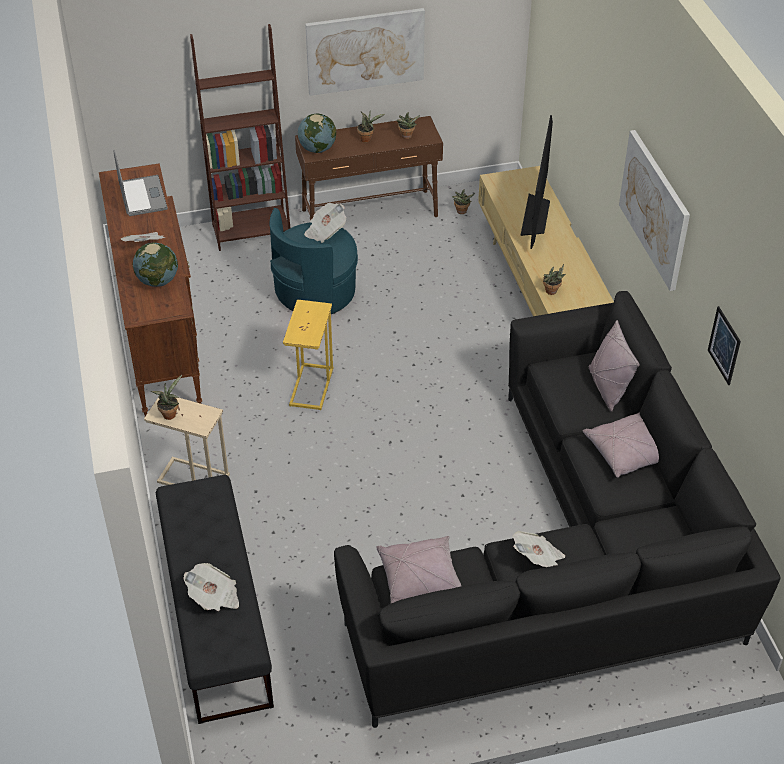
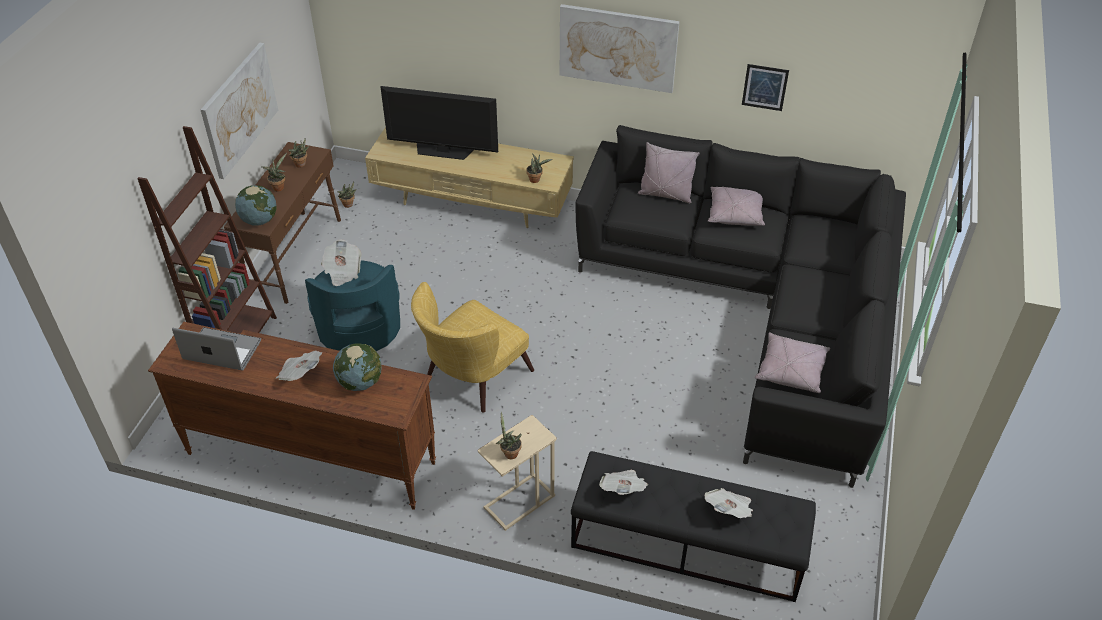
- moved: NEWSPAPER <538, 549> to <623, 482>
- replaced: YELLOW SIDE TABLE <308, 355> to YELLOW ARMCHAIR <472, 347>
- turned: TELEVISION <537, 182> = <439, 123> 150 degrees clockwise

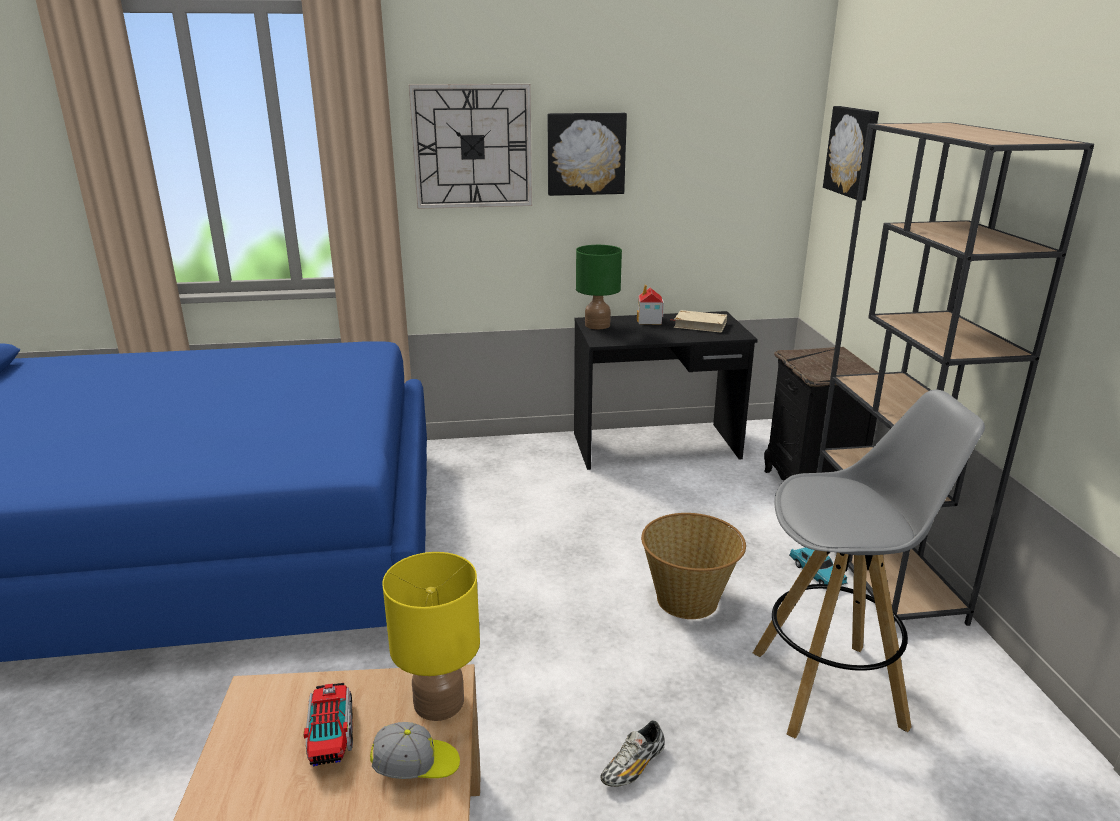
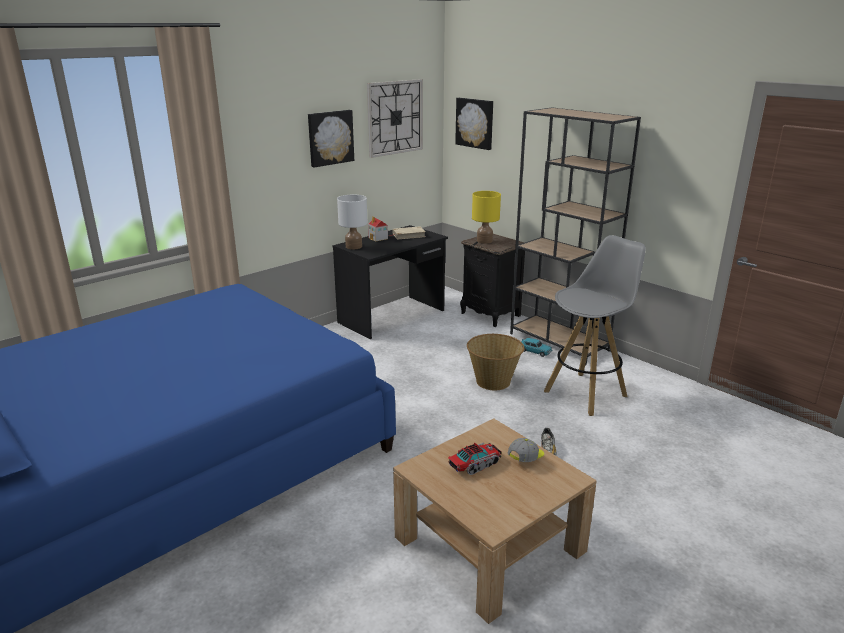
- moved: YELLOW TABLE LAMP <431, 636> to <486, 217>
- moved: WALL CLOCK <470, 146> to <395, 118>
- recoloured: GREEN TABLE LAMP <599, 287> to WHITE TABLE LAMP <352, 222>
- turned: TOY TRUCK <328, 724> = <475, 459> 105 degrees clockwise

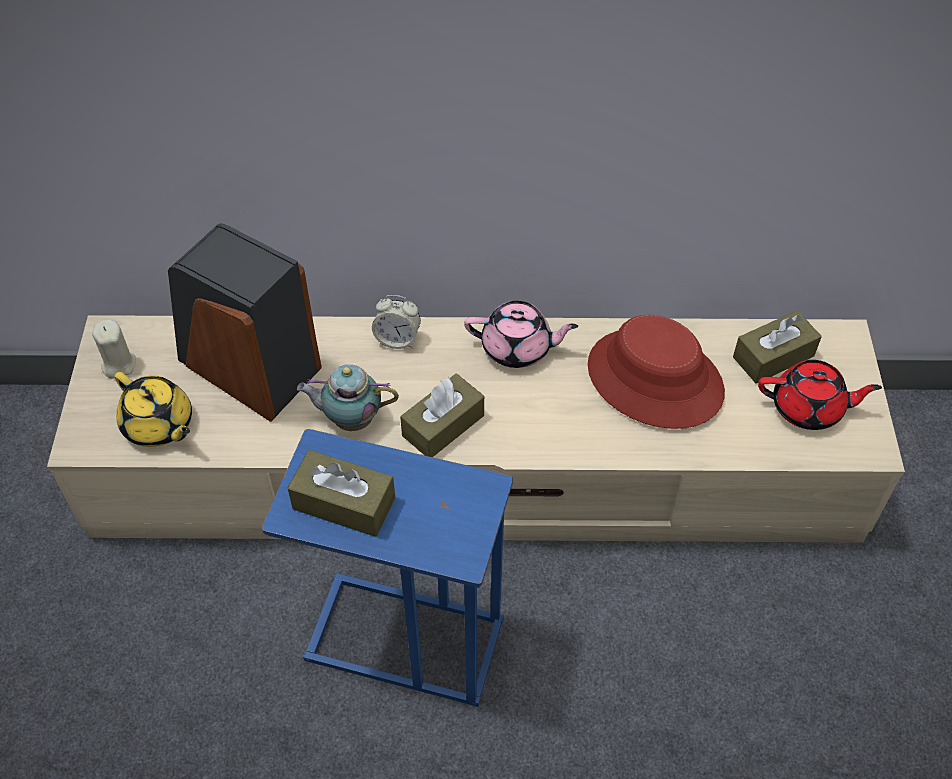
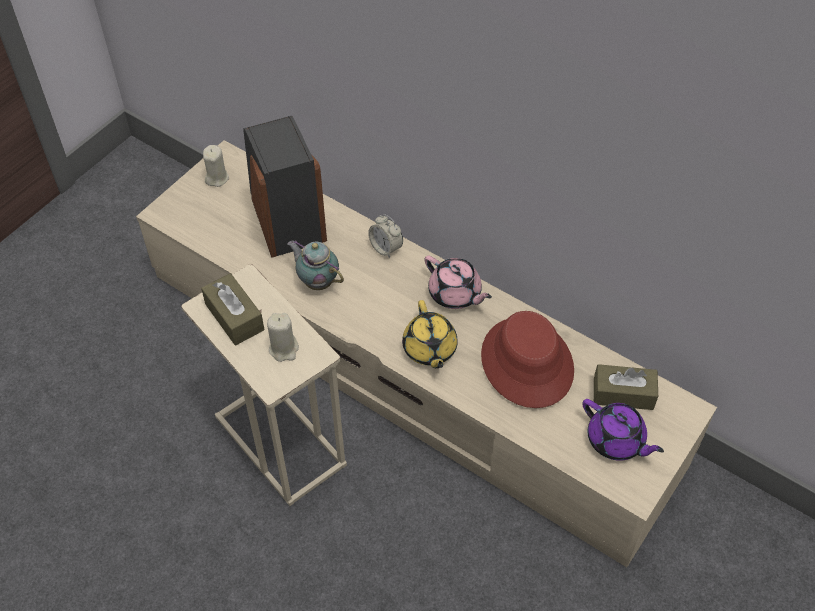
- removed: BROWN TISSUE BOX <442, 415>
- added: BEIGE CANDLE <283, 337>
- moved: YELLOW TEAPOT <153, 409> to <430, 334>
- recoloured: BLUE SIDE TABLE <387, 568> to BEIGE SIDE TABLE <264, 385>
- recoloured: RED TEAPOT <820, 395> to PURPLE TEAPOT <623, 430>

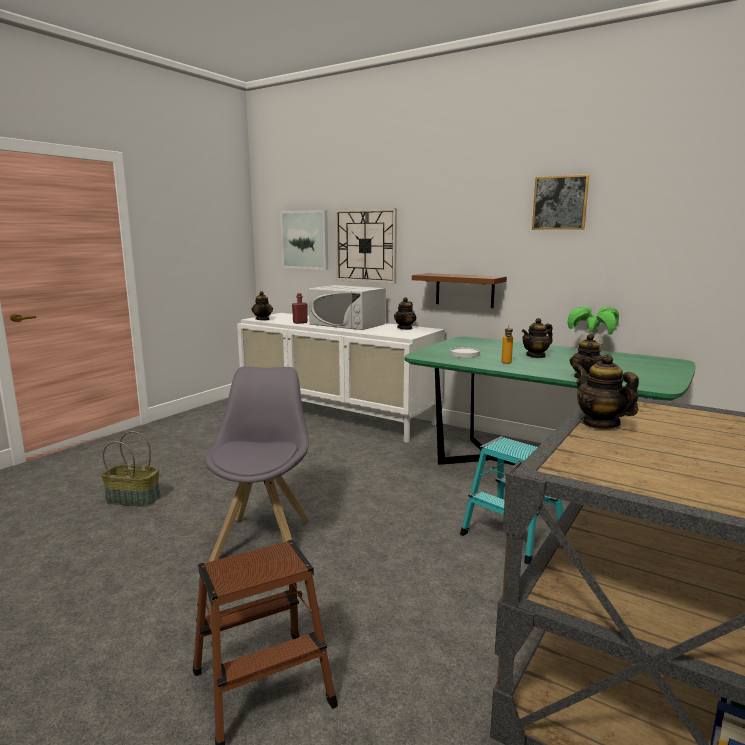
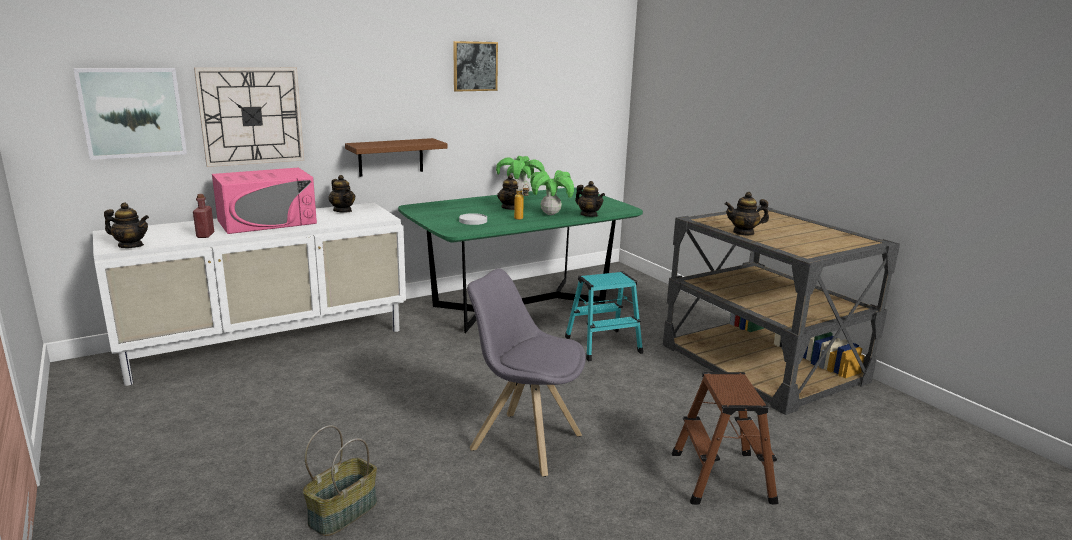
- added: POTTED PLANT <552, 192>
- recoloured: WHITE MICROWAVE <347, 307> to PINK MICROWAVE <264, 200>

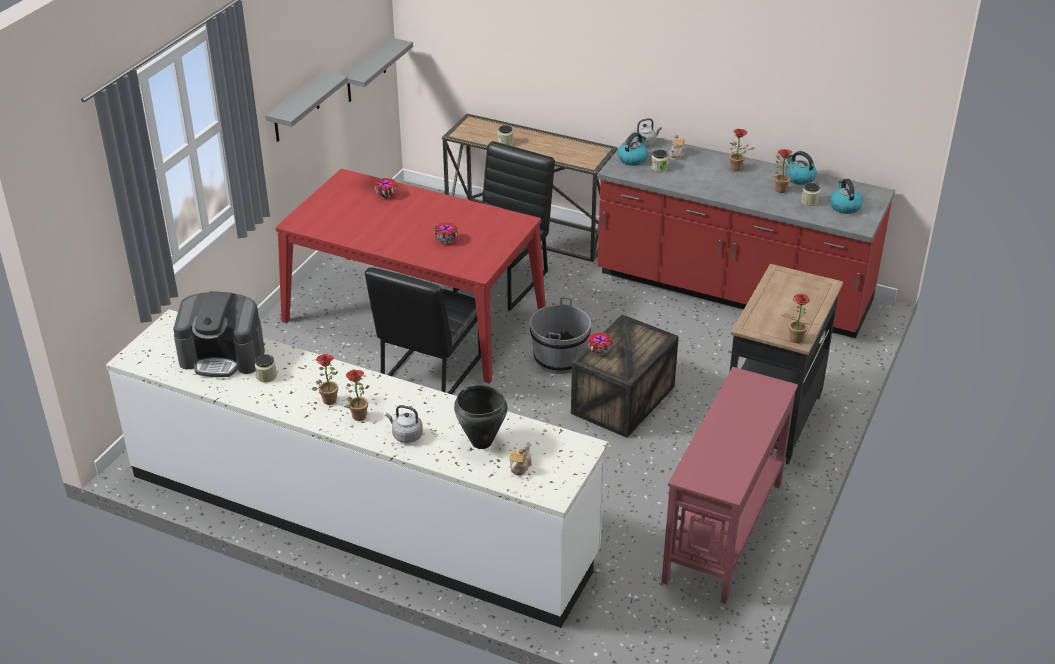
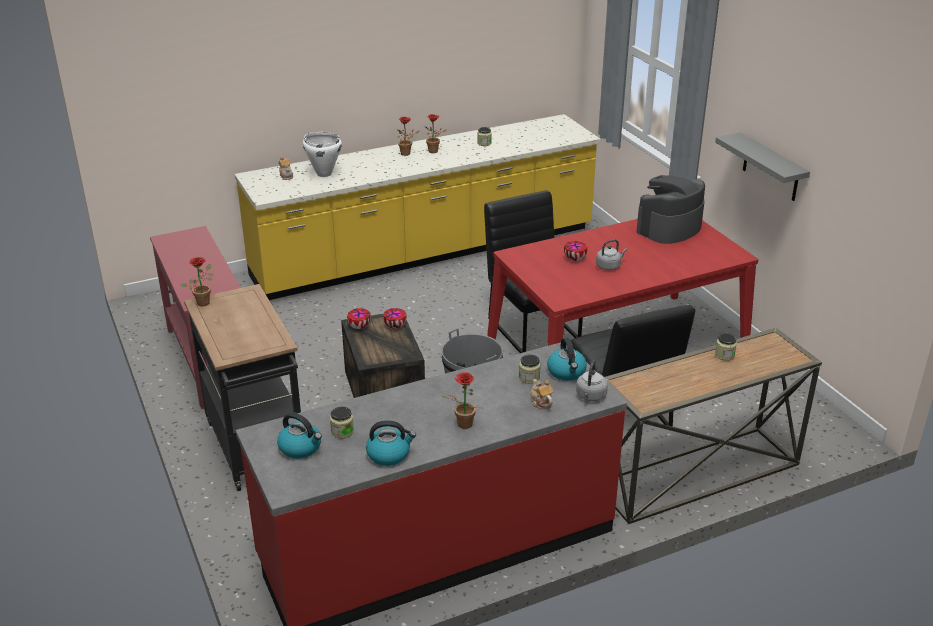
- removed: GREY SHELF <377, 69>
- removed: POTTED PLANT <784, 171>
- moved: COFFEE MACHINE <219, 334> to <670, 209>
- moved: BOWL <385, 188> to <359, 318>
- moved: GREY KETTLE <404, 424> to <611, 254>
- recoloured: WHITE COUNTER <357, 468> to YELLOW COUNTER <417, 207>
- recoloured: BLACK COOKING POT <481, 417> to WHITE COOKING POT <322, 154>

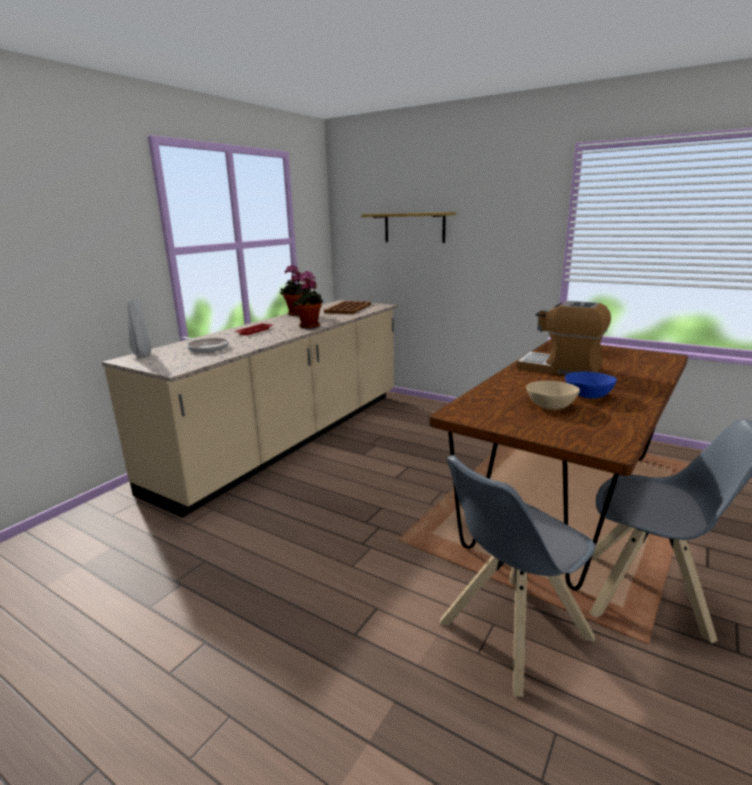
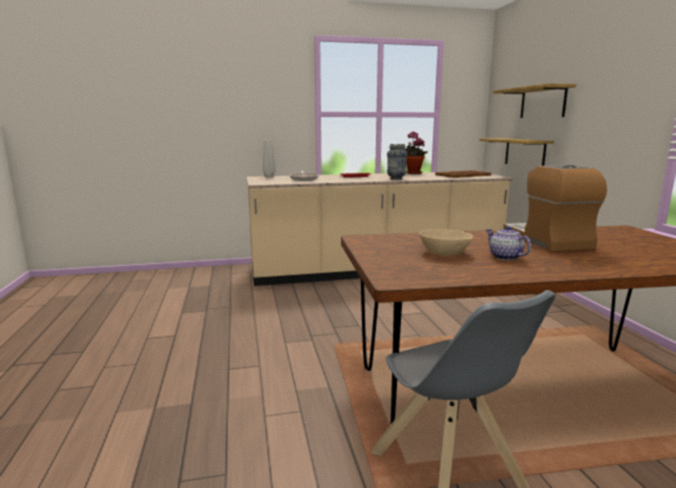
- removed: GREY CHAIR <517, 576>
- added: SHELF <516, 152>
- replaced: POTTED PLANT <308, 300> to VASE <397, 162>
- replaced: BLUE BOWL <591, 385> to TEAPOT <508, 243>

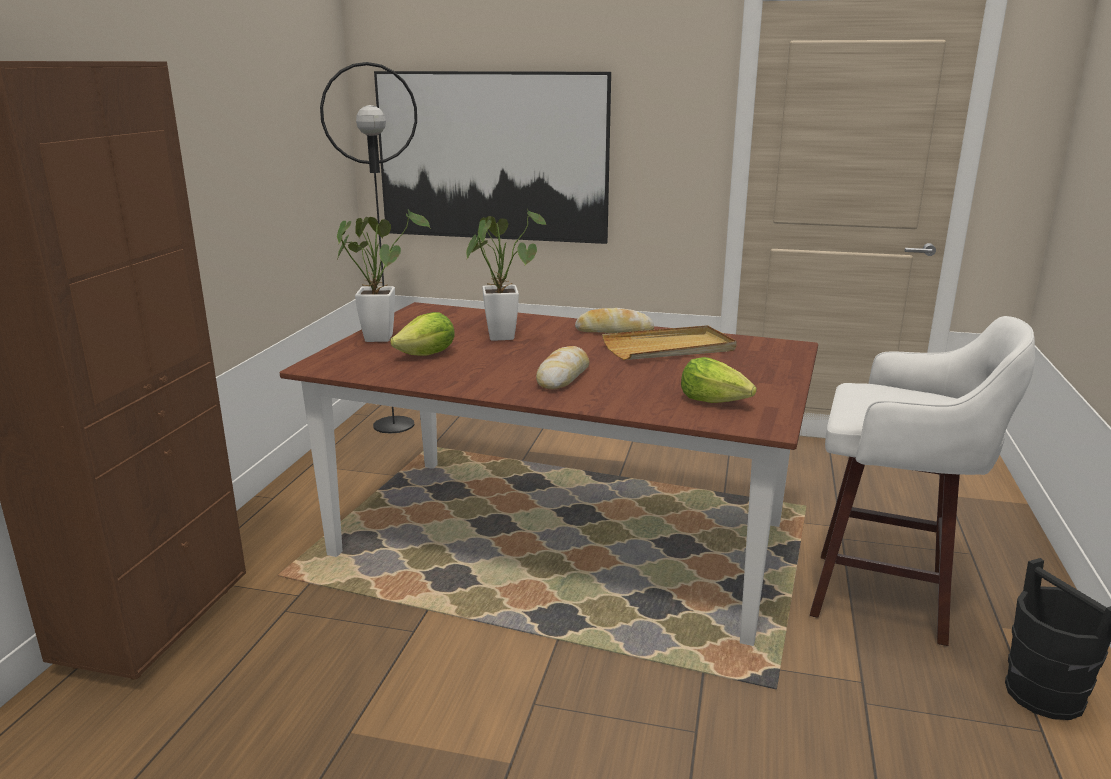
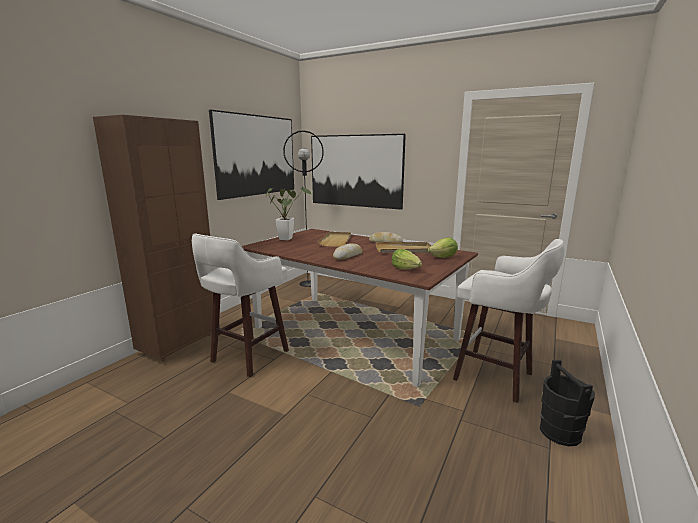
- added: WHITE STOOL <240, 305>
- added: PICTURE <251, 155>
- moved: LETTUCE <422, 333> to <443, 247>
- replaced: POTTED PLANT <506, 275> to BEIGE TRAY <334, 239>

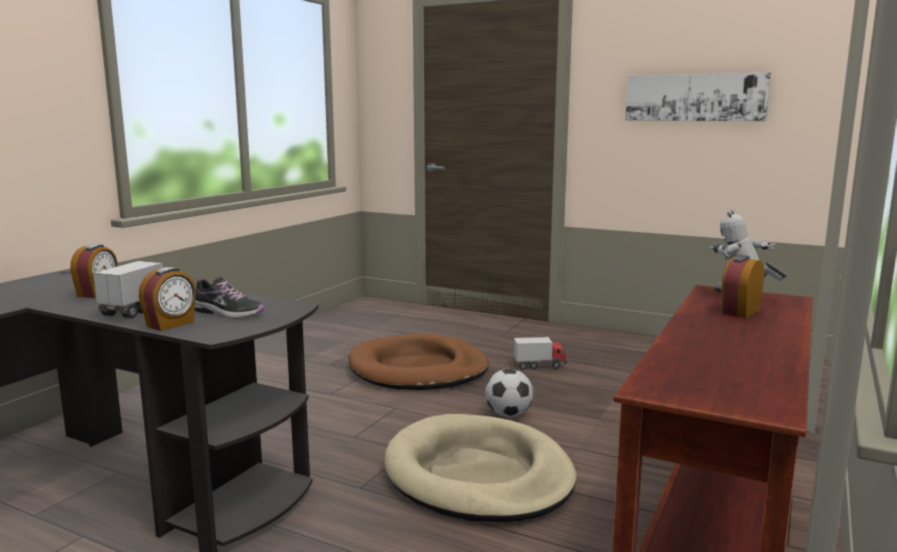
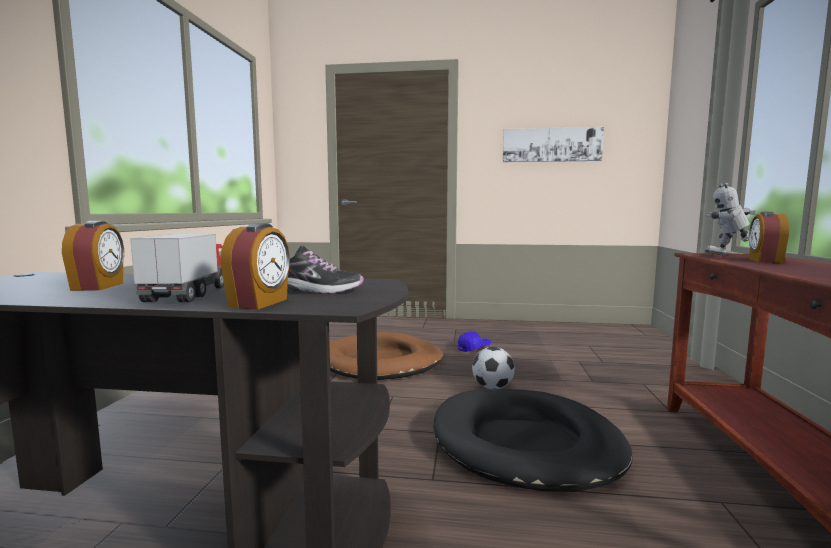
- replaced: TOY TRUCK <540, 353> to BLUE CAP <474, 341>
- recoloured: BEIGE DOG BED <480, 468> to BLACK DOG BED <533, 440>

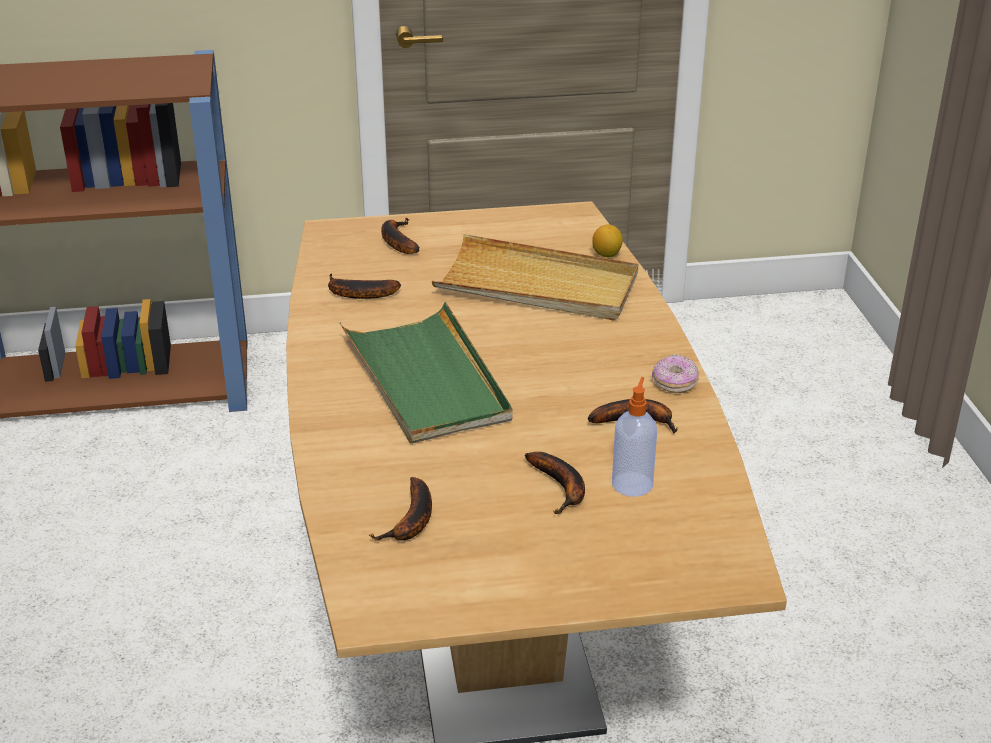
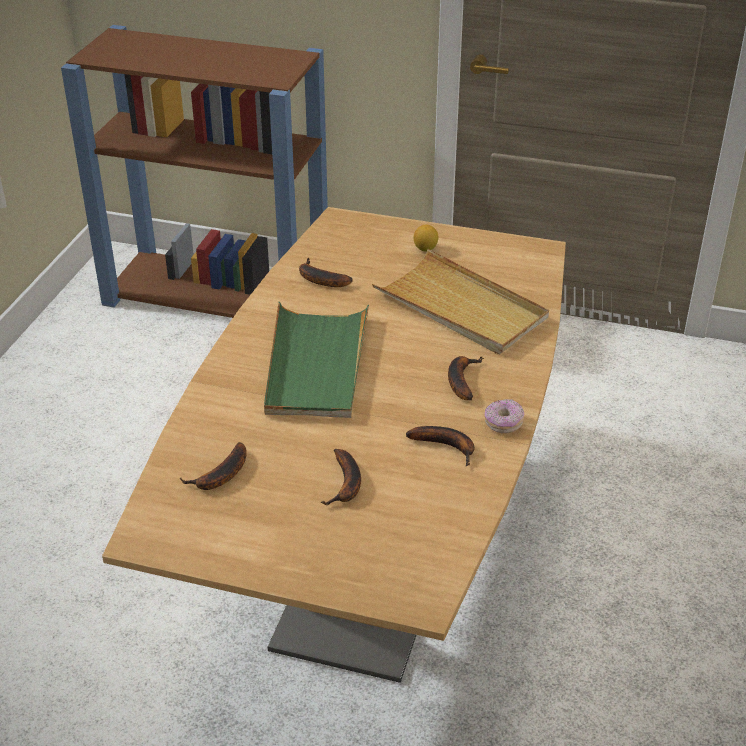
- removed: SOAP DISPENSER <634, 437>
- moved: BANANA <400, 236> to <466, 378>
- moved: LEMON <607, 241> to <425, 238>

